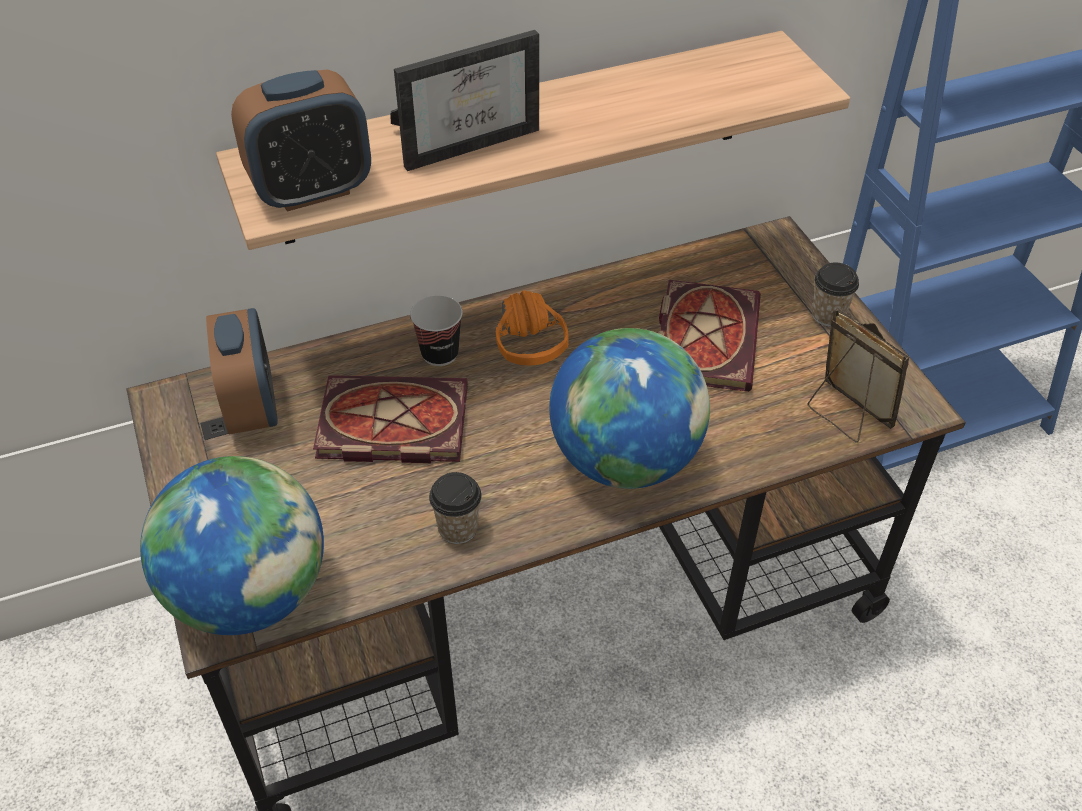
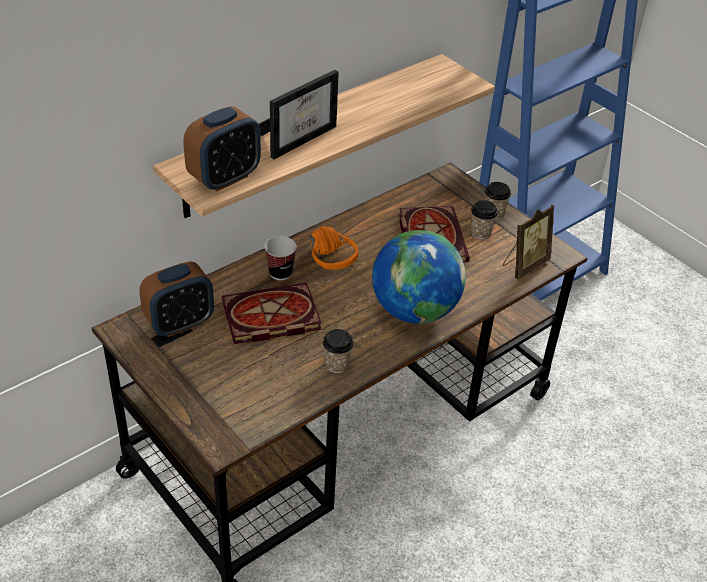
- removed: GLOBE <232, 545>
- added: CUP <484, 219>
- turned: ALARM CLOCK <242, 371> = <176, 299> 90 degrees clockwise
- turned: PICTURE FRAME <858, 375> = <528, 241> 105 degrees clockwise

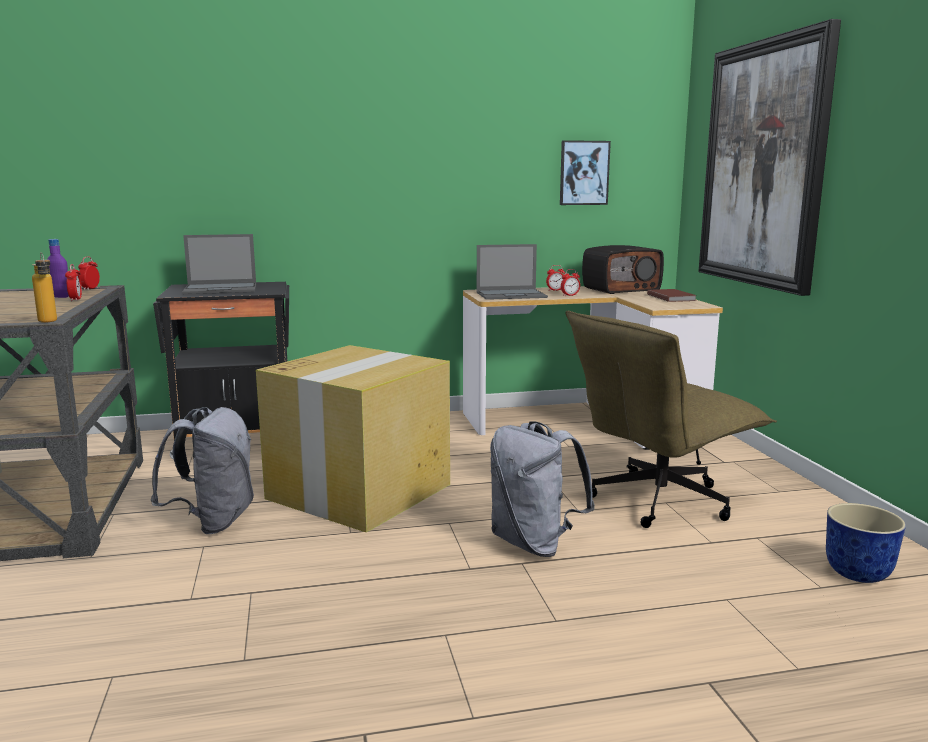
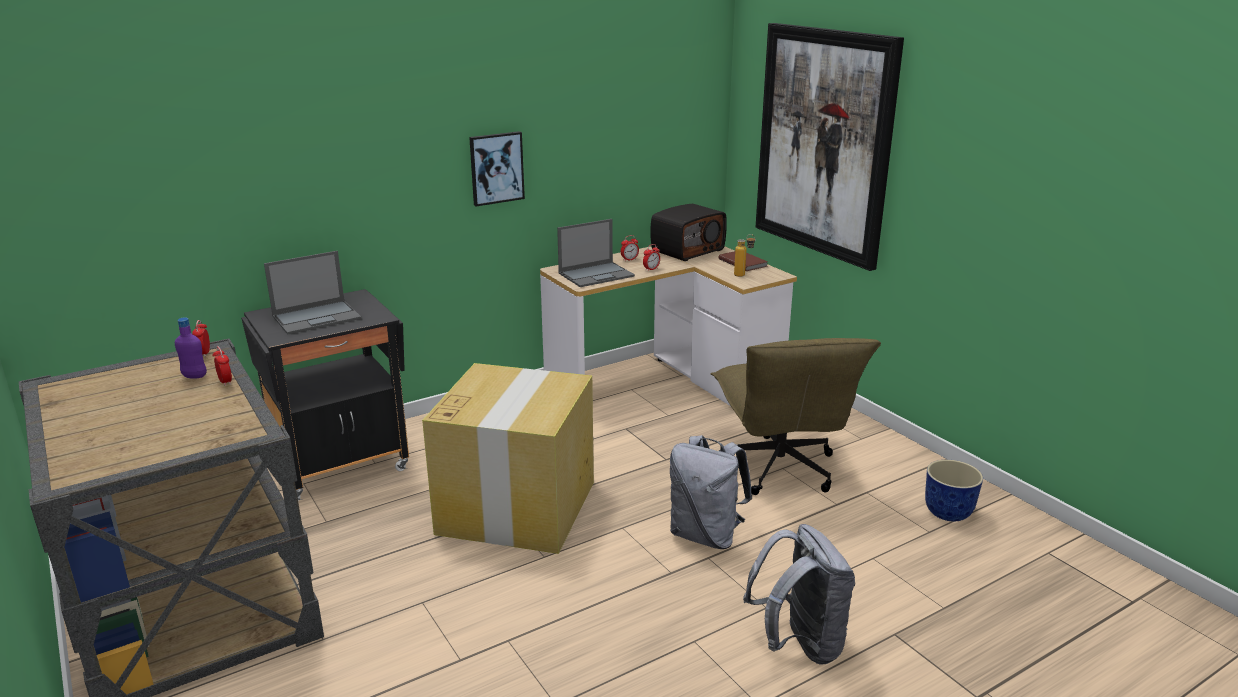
- moved: BOTTLE <44, 287> to <744, 255>
- moved: GREY BACKPACK <202, 470> to <799, 594>
- moved: PICTURE <585, 172> to <497, 168>
- turned: BEIGE OFFICE CHAIR <671, 419> = <795, 416> 45 degrees counterclockwise

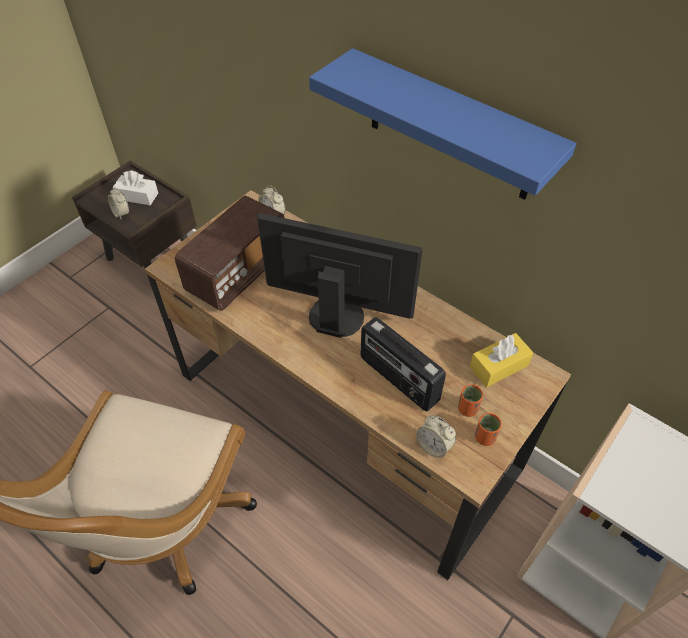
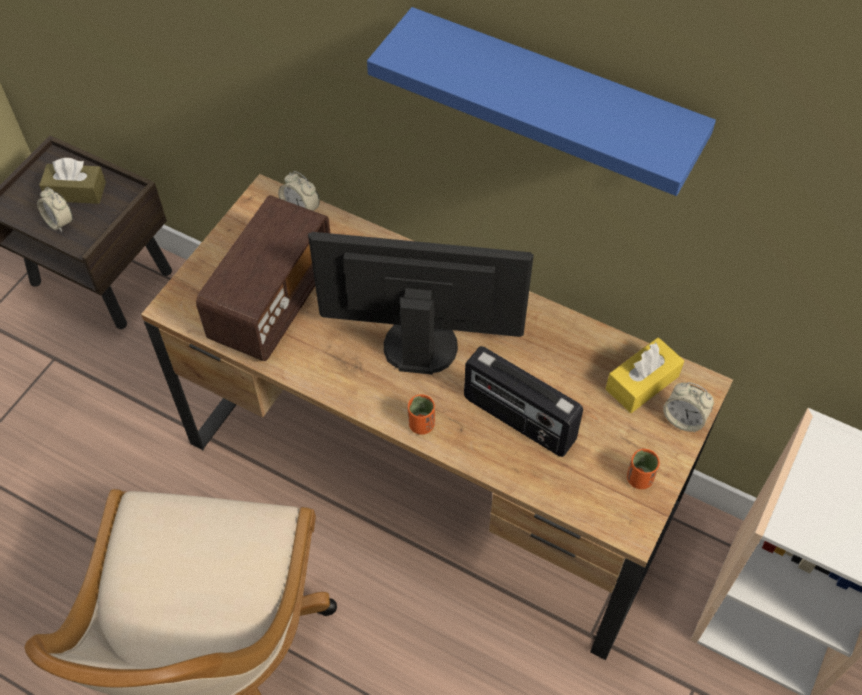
- moved: ALARM CLOCK <436, 436> to <688, 407>
- moved: ORANGE CUP <470, 400> to <421, 414>
- recoloured: WHITE TISSUE BOX <135, 187> to BROWN TISSUE BOX <72, 181>

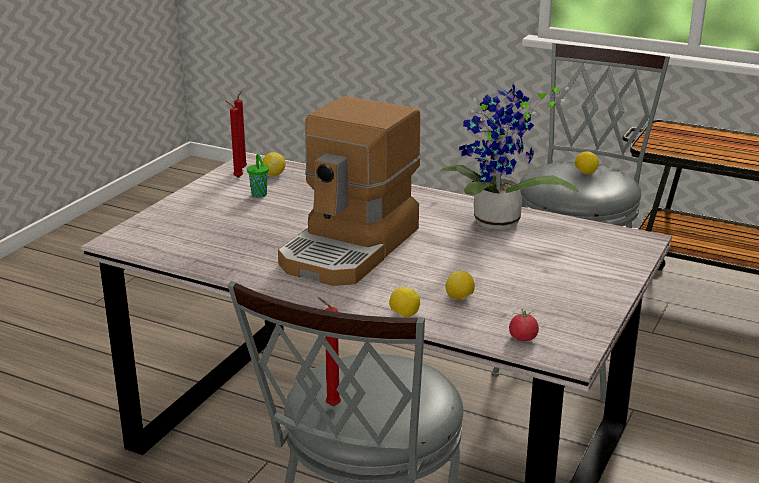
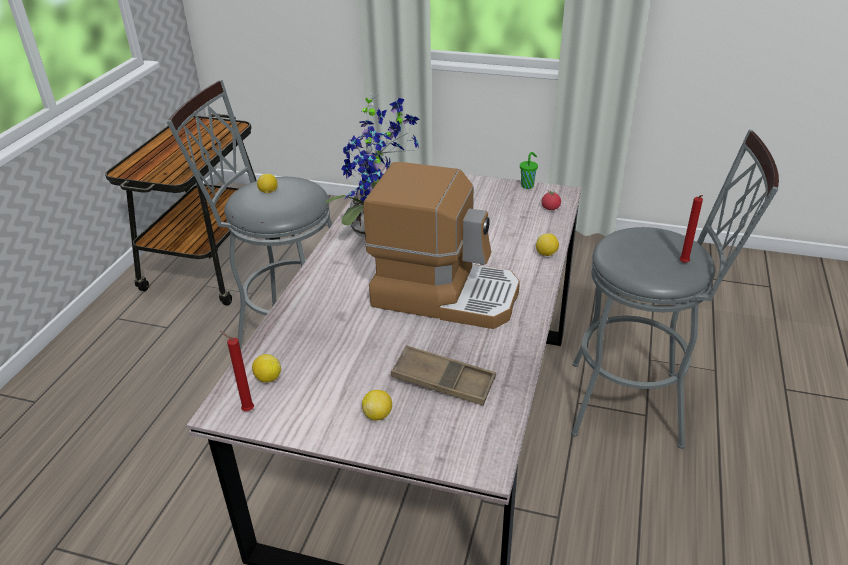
- removed: RED CANDLE <234, 139>
- added: BROWN TRAY <443, 375>
- moved: GREEN CUP <258, 176> to <529, 170>
- moved: LEMON <460, 285> to <377, 405>

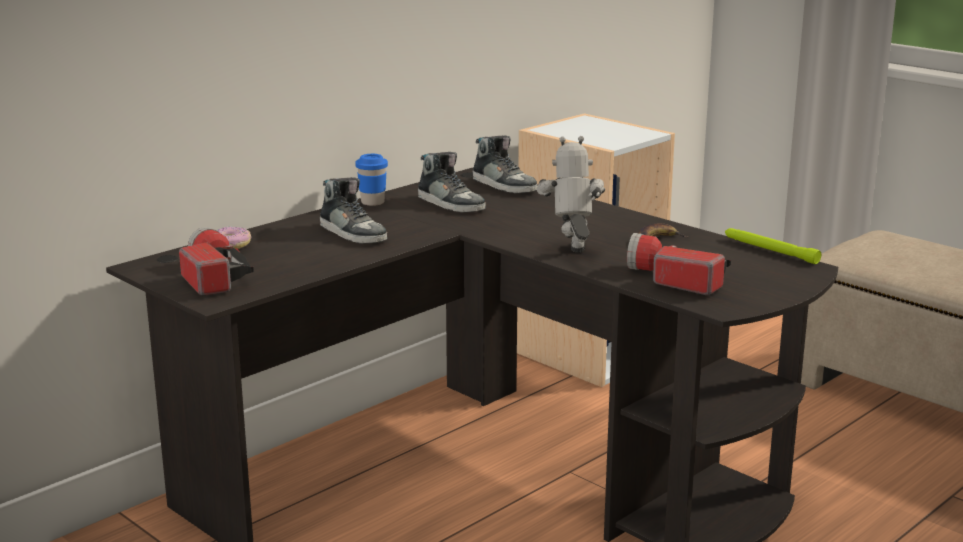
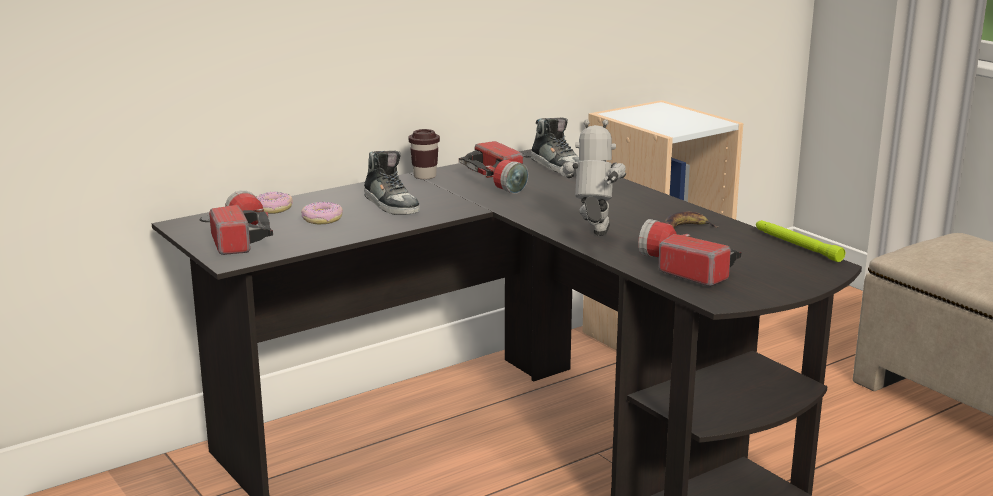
- added: DONUT <322, 213>
- replaced: SHOE <452, 182> to FLASHLIGHT <493, 167>
- recoloured: BLUE CUP <371, 180> to BROWN CUP <424, 154>

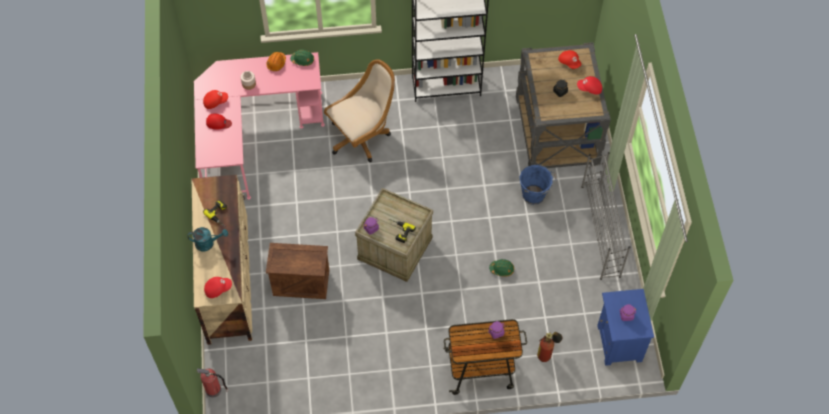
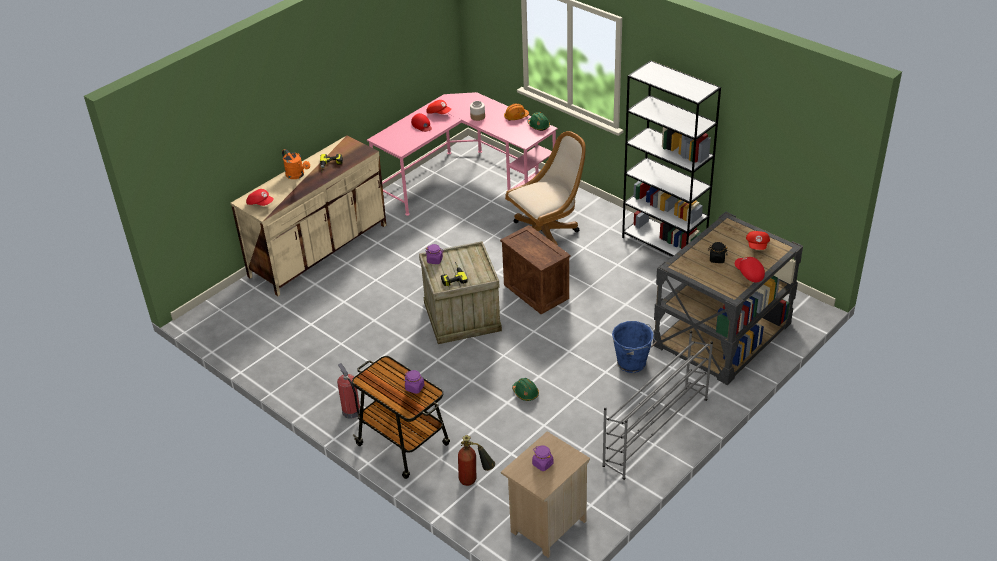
- moved: FIRE EXTINGUISHER <213, 382> to <348, 391>
- moved: CRATE <297, 271> to <535, 269>
- recoloured: TURQUOISE WATERING CAN <207, 239> to ORANGE WATERING CAN <296, 164>
- recoloured: BLUE NIGHTSTAND <625, 327> to BEIGE NIGHTSTAND <545, 495>
- turned: OFFICE CHAIR <359, 110> = <545, 188> 45 degrees counterclockwise

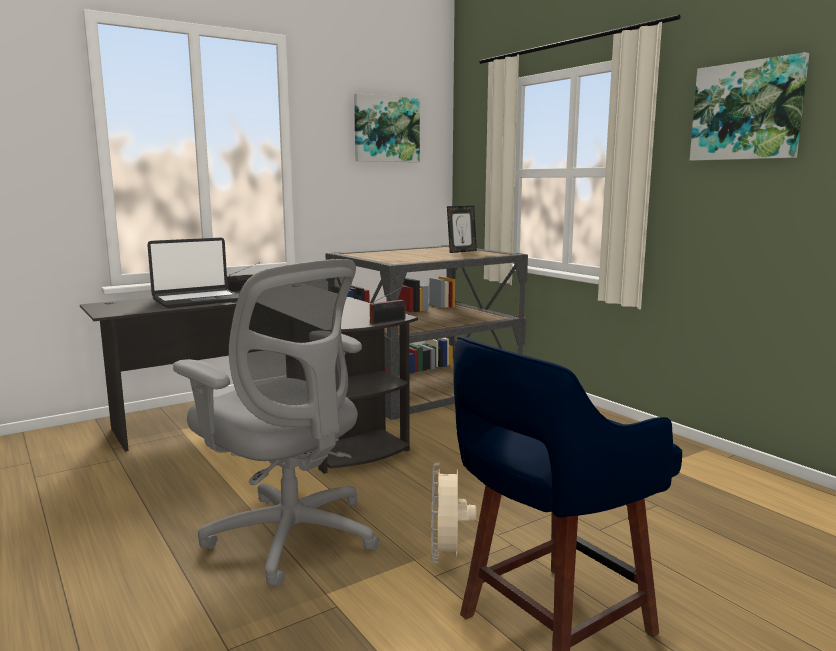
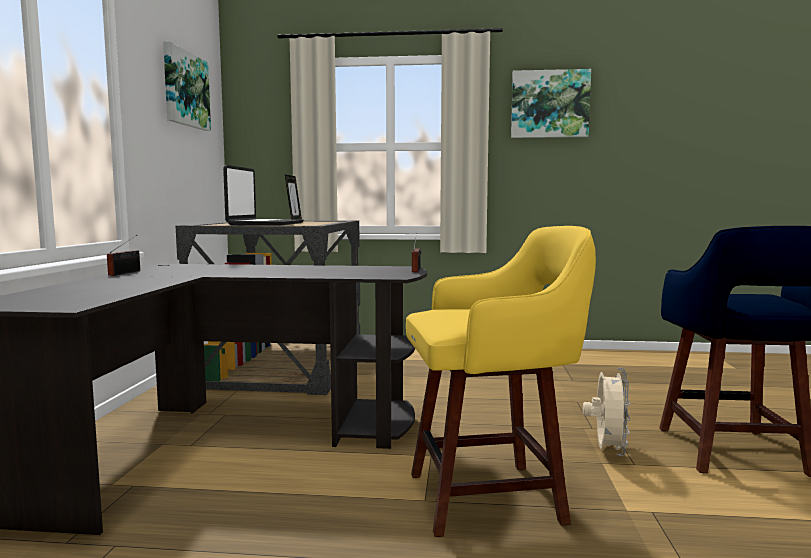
- moved: LAPTOP <193, 273> to <263, 195>
- replaced: GREY OFFICE CHAIR <276, 423> to YELLOW STOOL <501, 381>
- turned: BEIGE FAN <453, 513> = <606, 412> 120 degrees counterclockwise

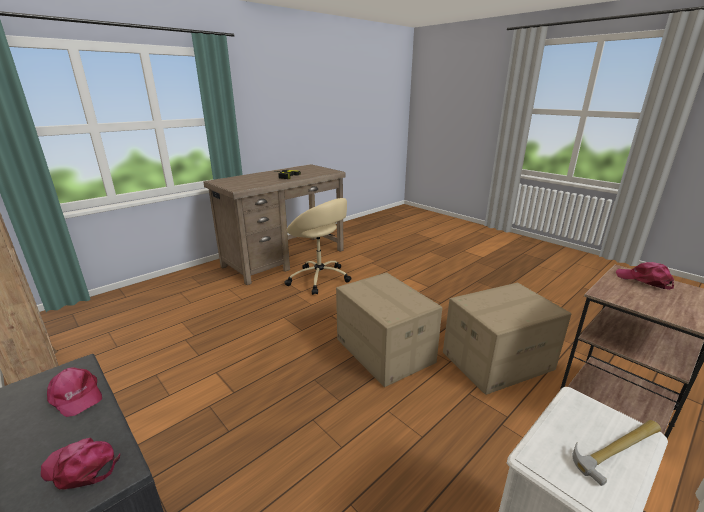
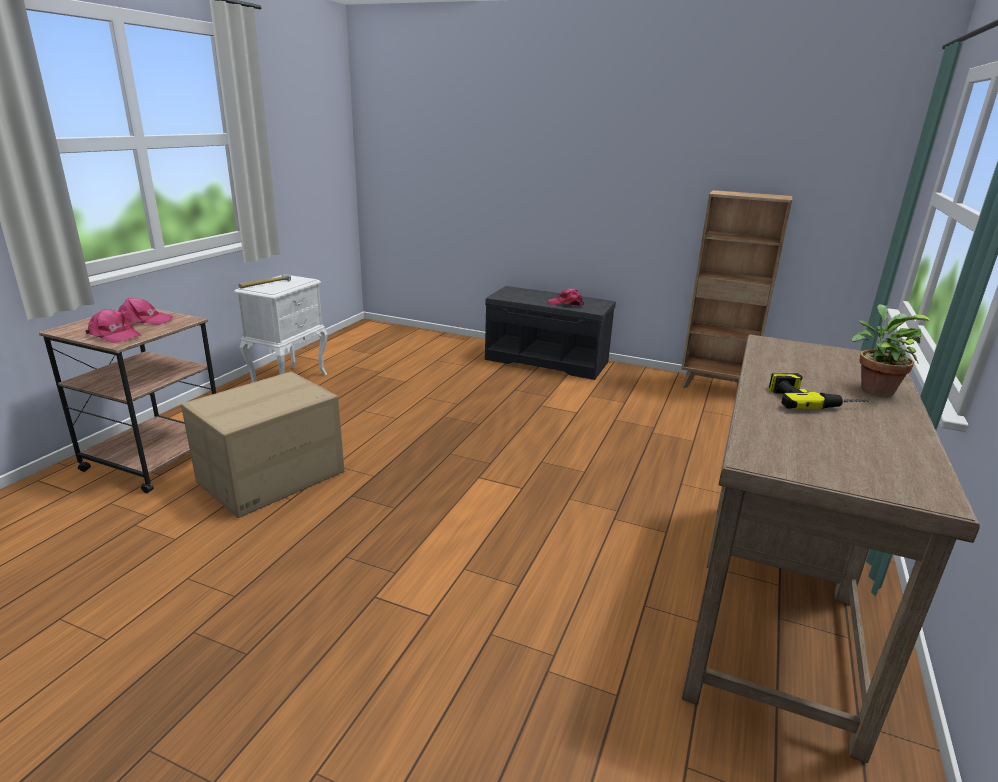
- removed: BEIGE OFFICE CHAIR <318, 246>
- removed: CARDBOARD BOX <389, 330>
- added: POTTED PLANT <892, 350>
- moved: PINK CAP <80, 464> to <145, 311>

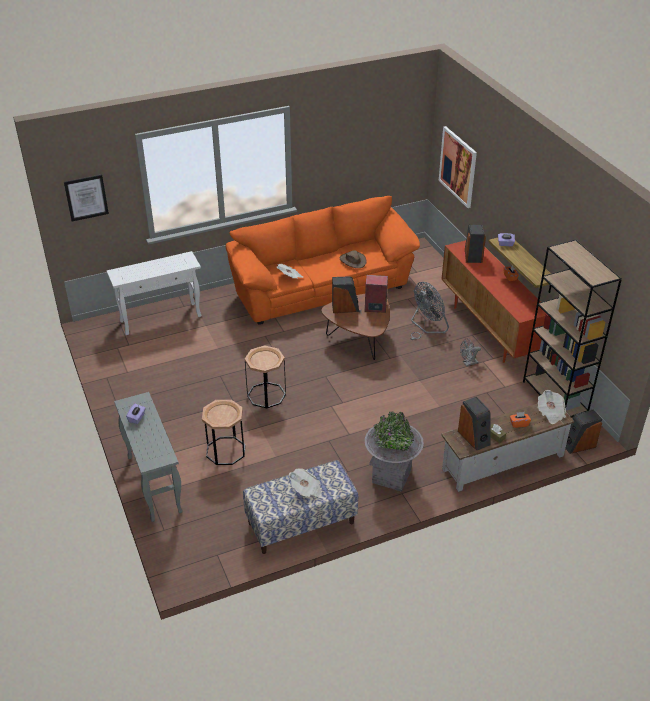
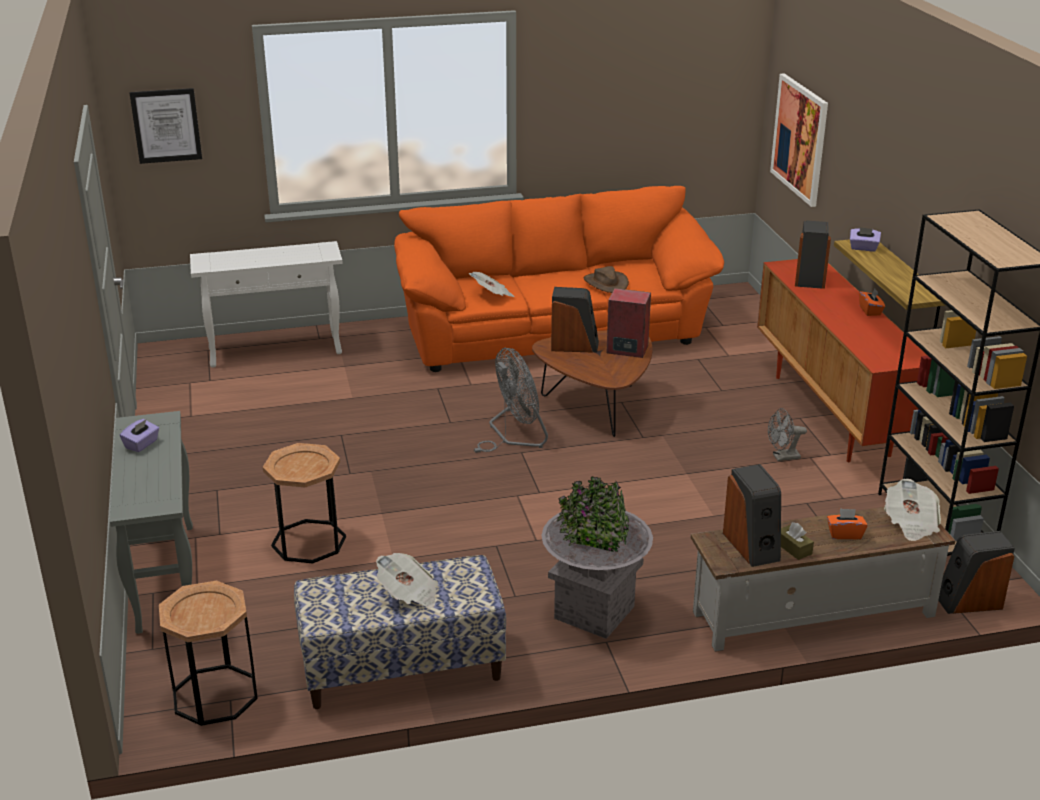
- moved: BROWN SIDE TABLE <265, 376> to <208, 653>
- moved: GREY FAN <430, 311> to <510, 400>

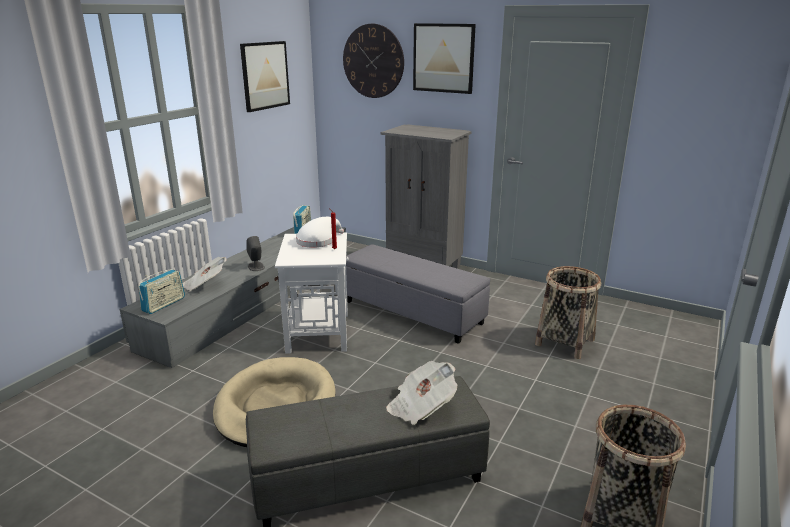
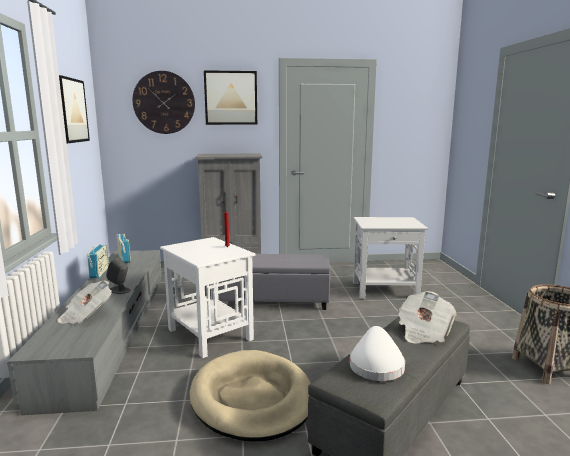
- moved: RADIO <161, 291> to <98, 261>
- moved: WHITE HAT <320, 232> to <377, 353>
- replaced: BASKET <568, 312> to WHITE SIDE TABLE <390, 258>

